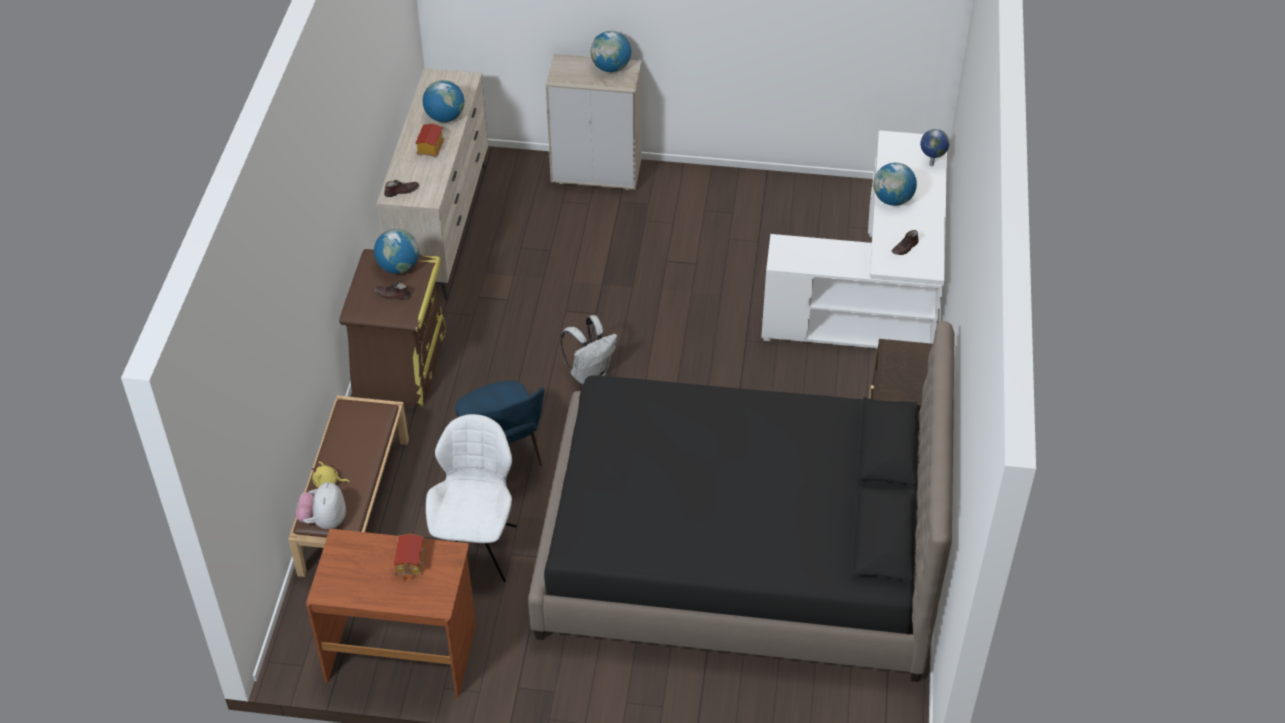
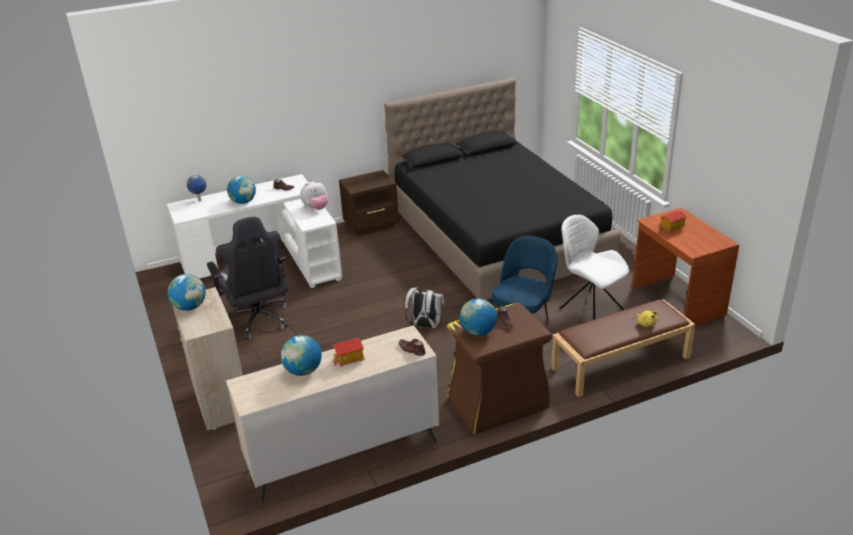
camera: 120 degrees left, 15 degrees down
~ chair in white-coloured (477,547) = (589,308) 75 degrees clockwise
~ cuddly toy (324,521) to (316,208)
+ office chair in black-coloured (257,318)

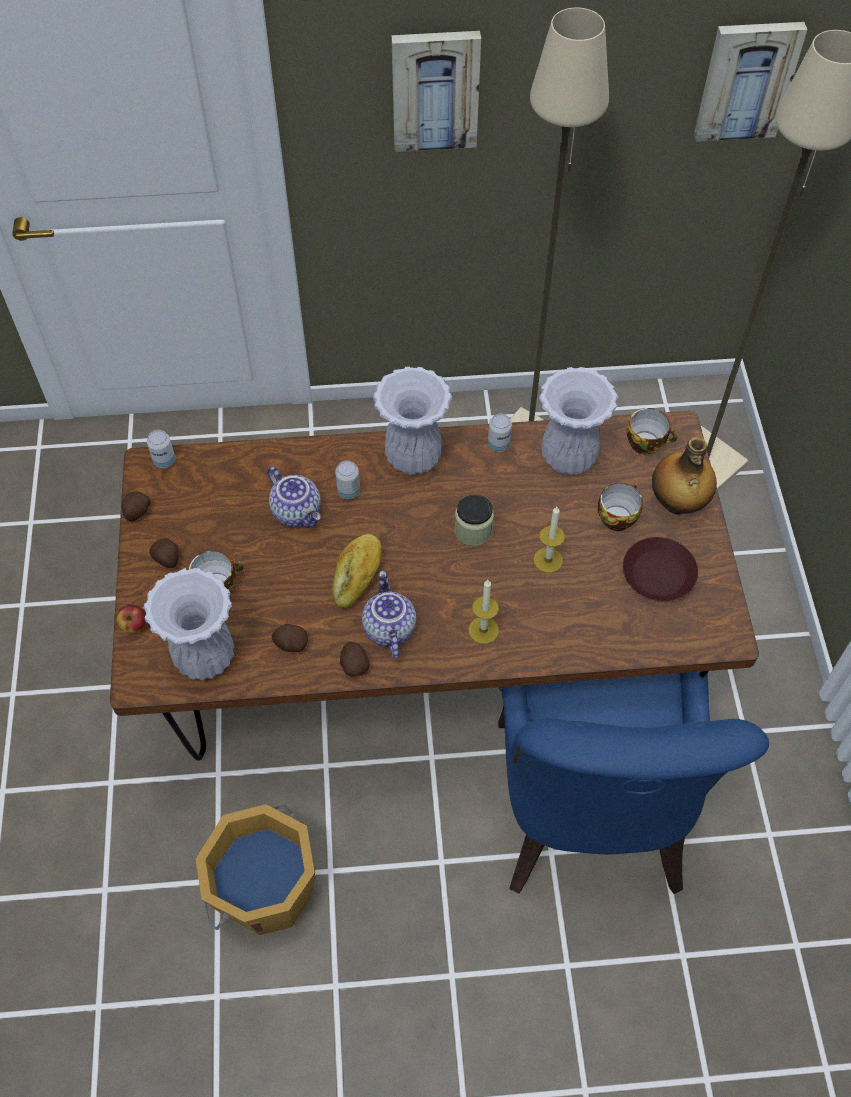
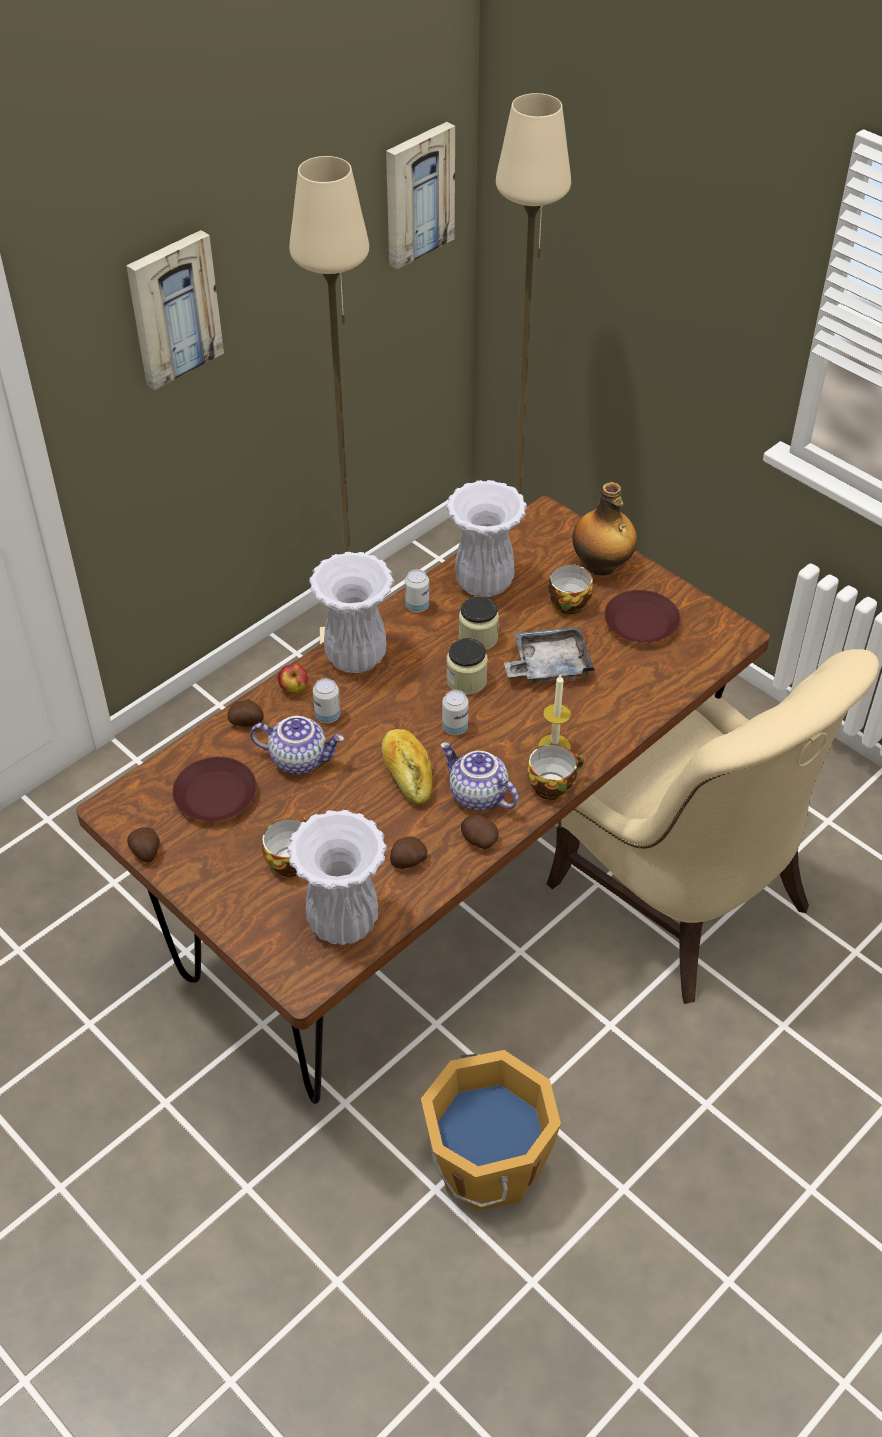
camera: 40 degrees left, 10 degrees down
~ small cup (647,443) to (552,785)
~ can (164,460) to (455,727)
~ wax candle (548,560) to serving tray in grey (548,665)
~ spud (167,559) to (247,722)
~ apple (134,625) to (293,688)
~ chair in blue (590,807) to chair in sand-coloured (683,897)
+ preserve jar (478,638)
+ plate in brown (216,795)

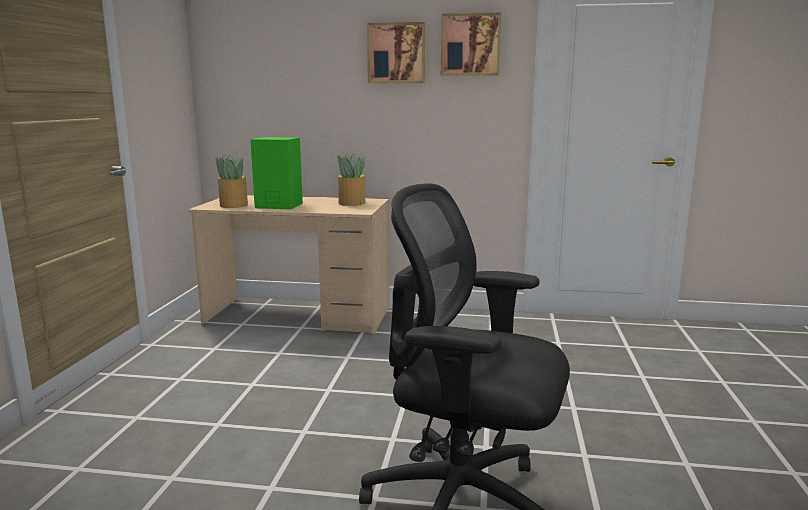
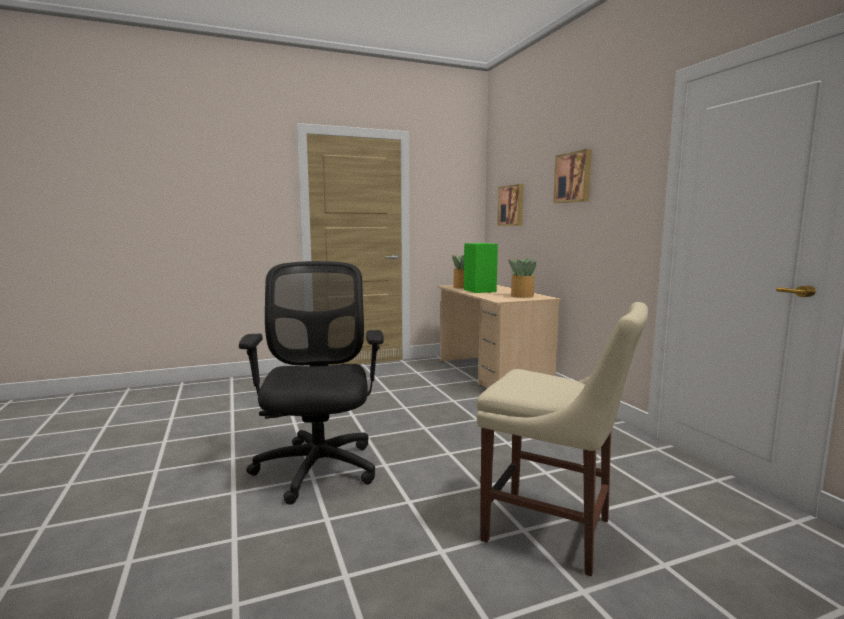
camera: 60 degrees right, 5 degrees down
~ wall art (470,45) to (512,205)
+ chair in sand-coloured (554,532)

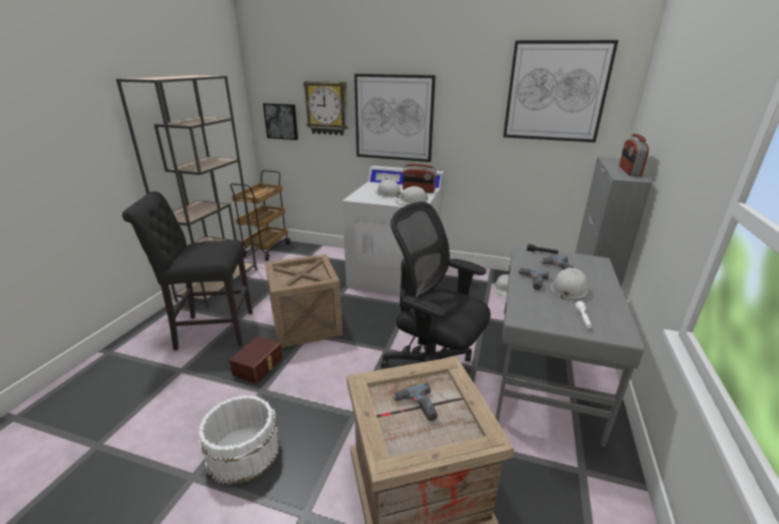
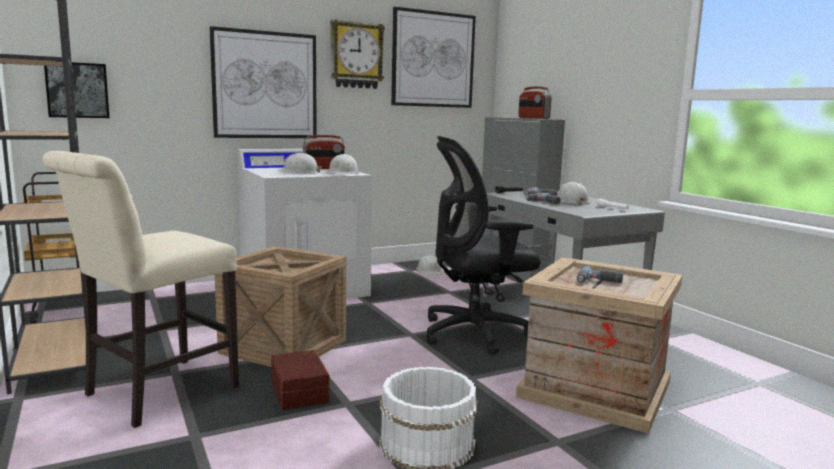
camera: 45 degrees left, 15 degrees down
~ hanging clock (327,108) to (356,55)
~ stool seat in black-coloured (210,330) to stool seat in sand-coloured (154,394)

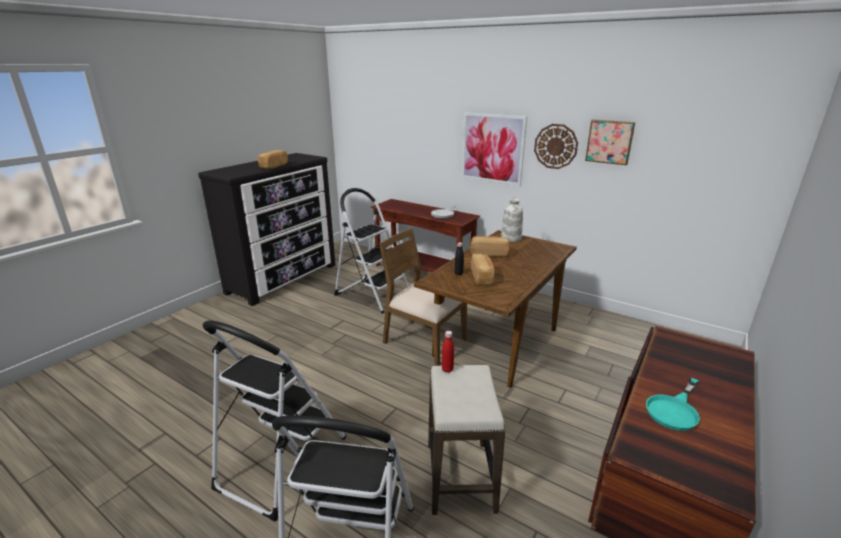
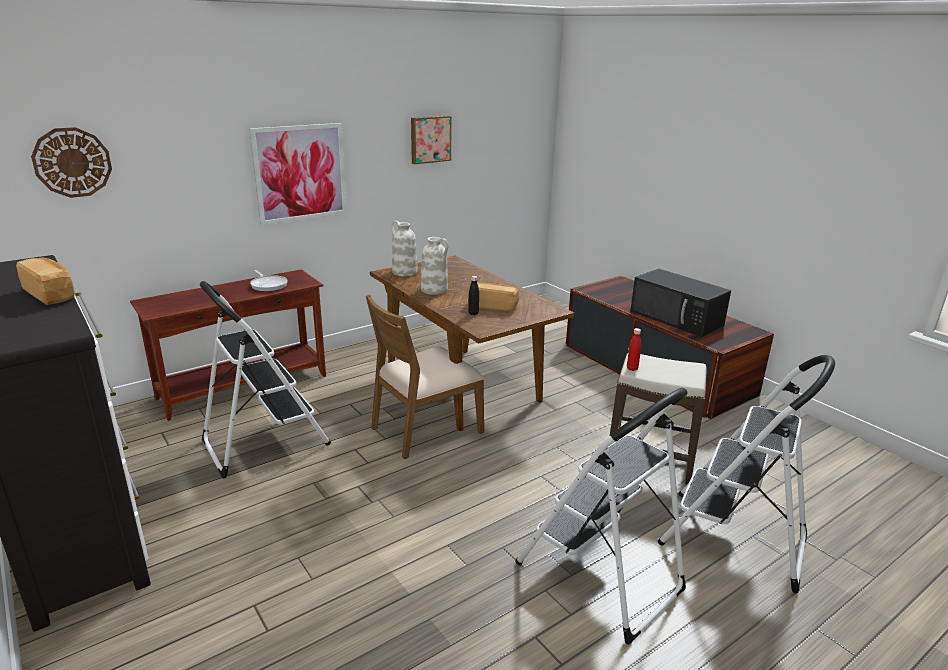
camera: 70 degrees left, 0 degrees up
~ hanging clock (555,146) to (72,162)
~ baked bread (489,253) to flower vase in white-coloured (434,290)
~ skillet in turquoise (674,410) to kitchen microwave in black-coloured (677,318)

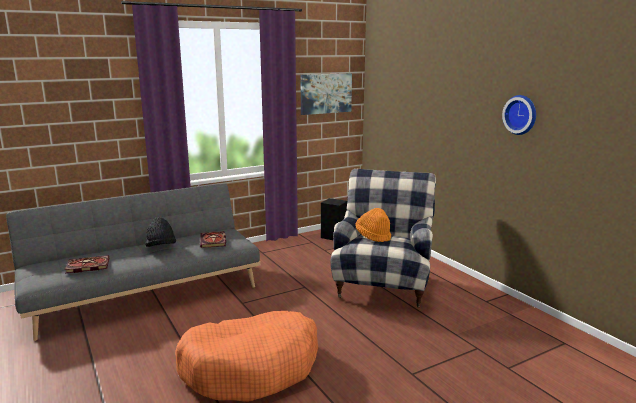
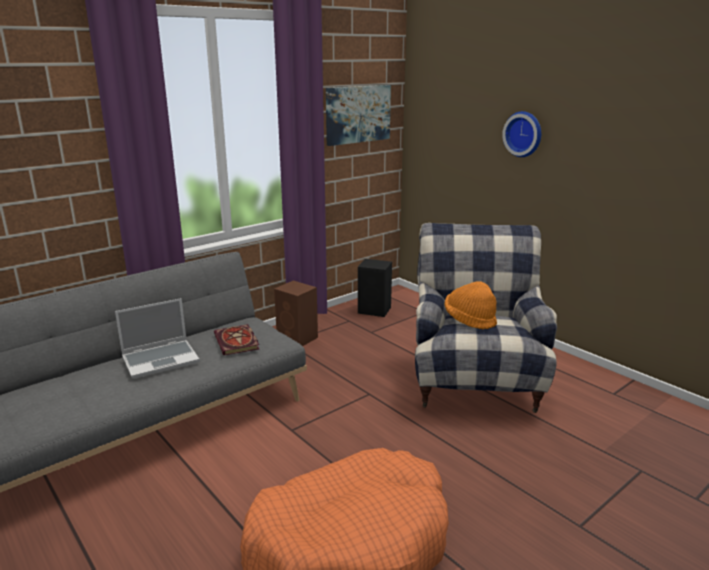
camera: 10 degrees left, 5 degrees up
~ hanging clock (521,114) to (524,134)
~ clothing hat in black-coloured (161,247) to notebook computer (161,359)
- volume (86,266)
+ loudspeaker in brown (298,338)

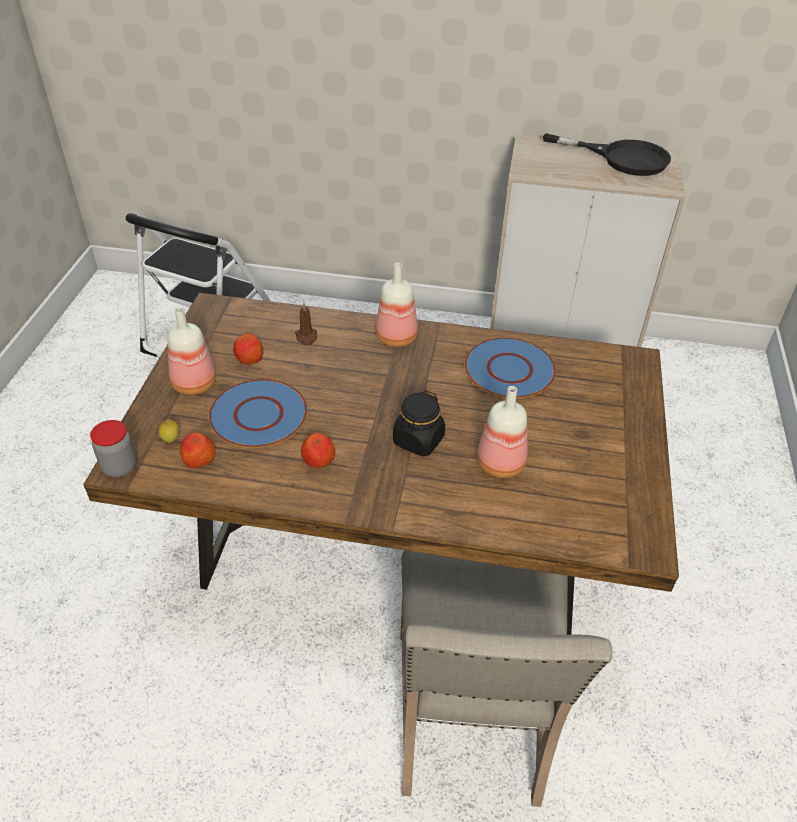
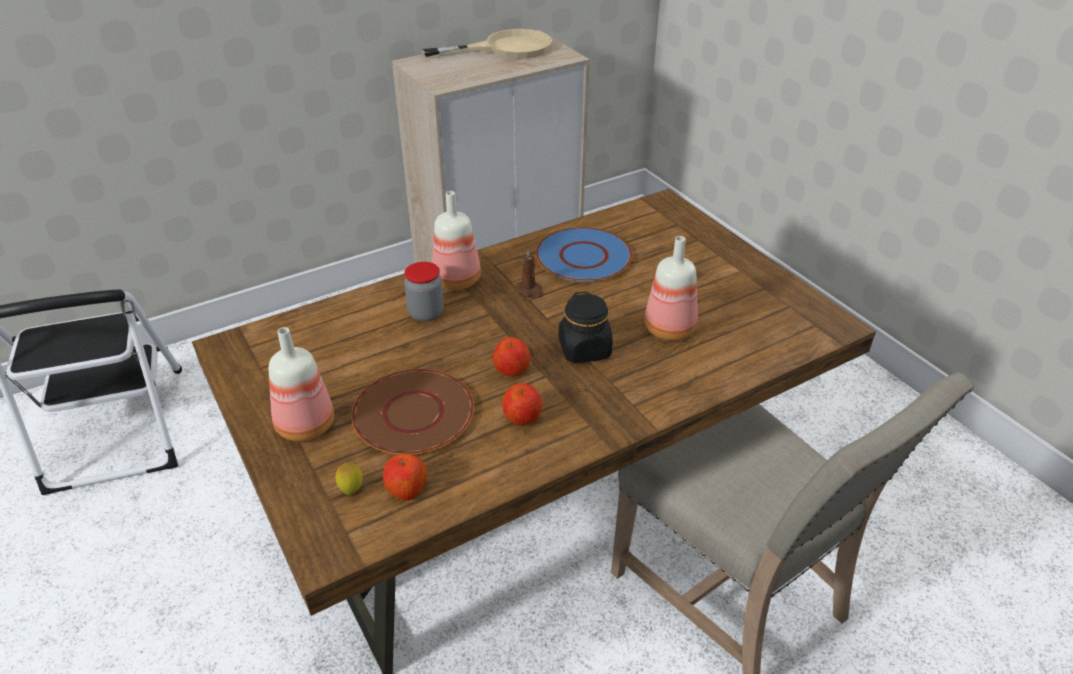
camera: 40 degrees left, 5 degrees down
~ skillet in black-coloured (622,158) to skillet in sand-coloured (505,48)
~ wax candle in brown (306,337) to (529,291)
~ apple (249,359) to (512,369)
~ plate in blue (258,415) to plate in brown (413,414)
~ preserve jar (120,467) to (426,313)

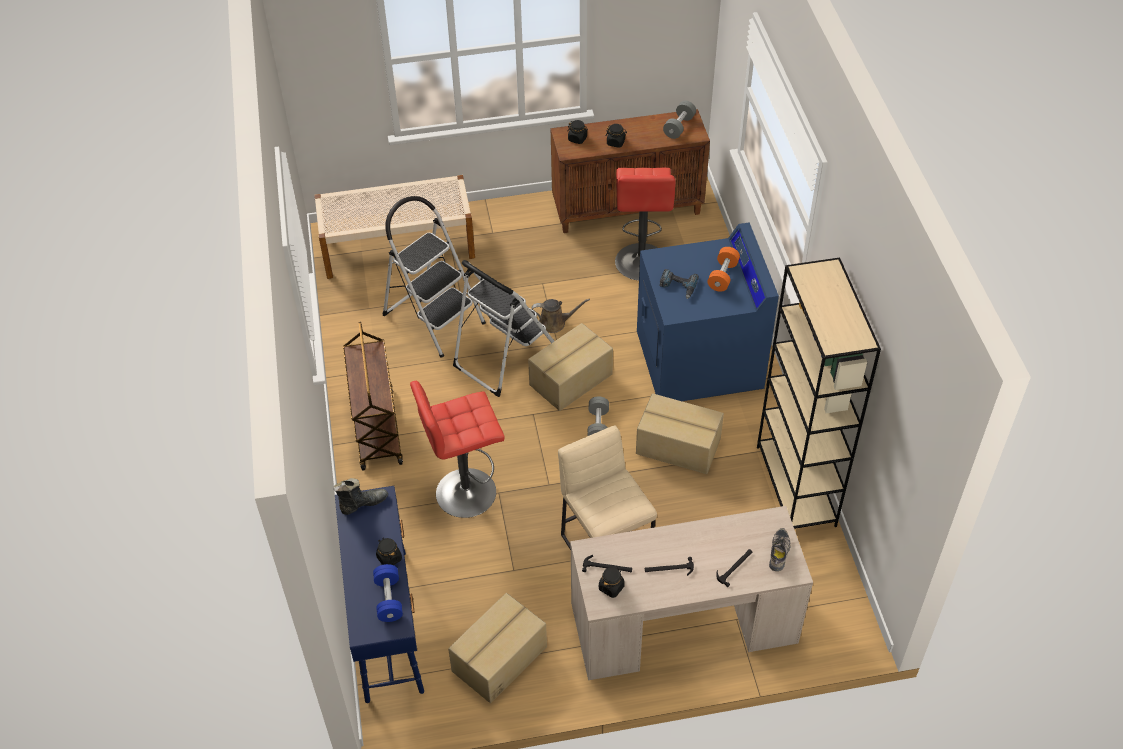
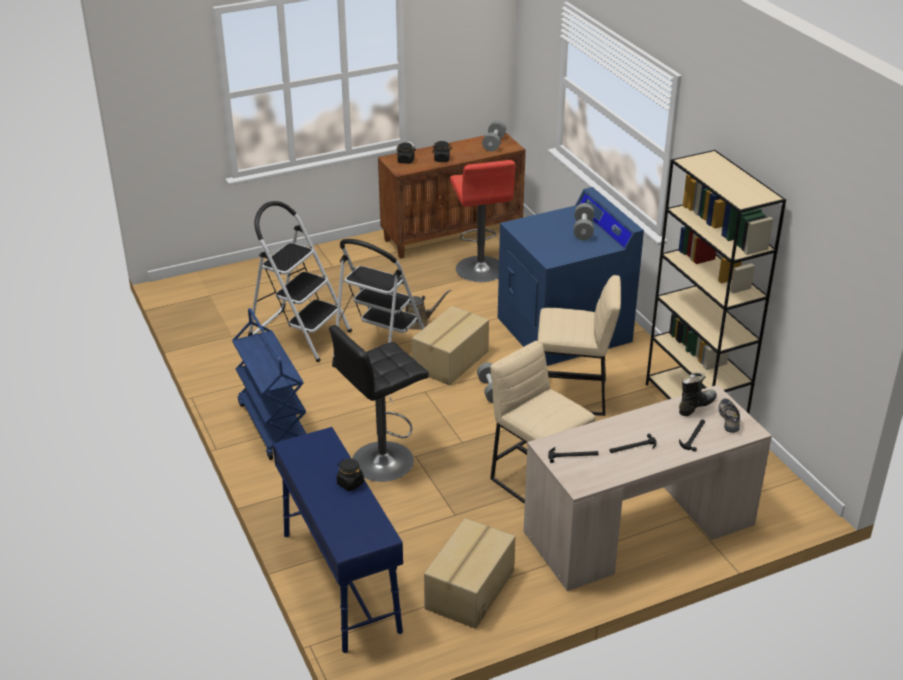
camera: 15 degrees left, 15 degrees down
- long seat in sand-coloured (398,246)
~ hand weight in orange (722,276) to hand weight in grey (583,230)
- electric drill (678,286)
~ trolley in brown (376,428) to trolley in blue (272,425)
~ stool seat in red (465,492) to stool seat in black-coloured (381,461)
~ packing box (678,447) to chair in sand-coloured (573,395)
~ boot in black-coloured (363,503) to (695,406)
- hand weight in blue (389,599)
- preserve jar in black-coloured (611,587)

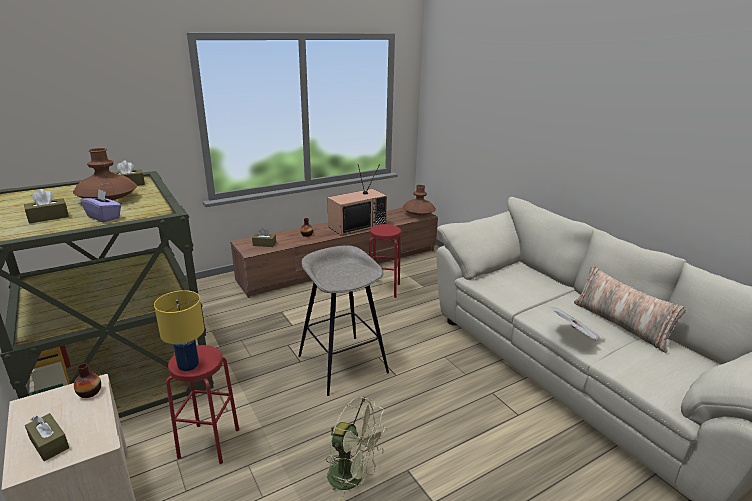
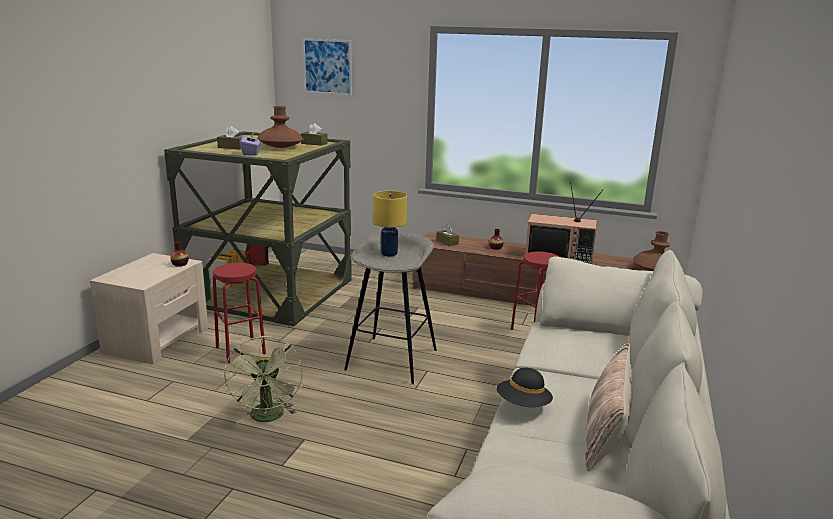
camera: 50 degrees right, 5 degrees down
~ table lamp in yellow-coloured (189,366) to (389,254)
~ newspaper (575,336) to clothing hat in black-coloured (523,405)
- tissue holder in brown (49,443)
+ wall art (327,66)

